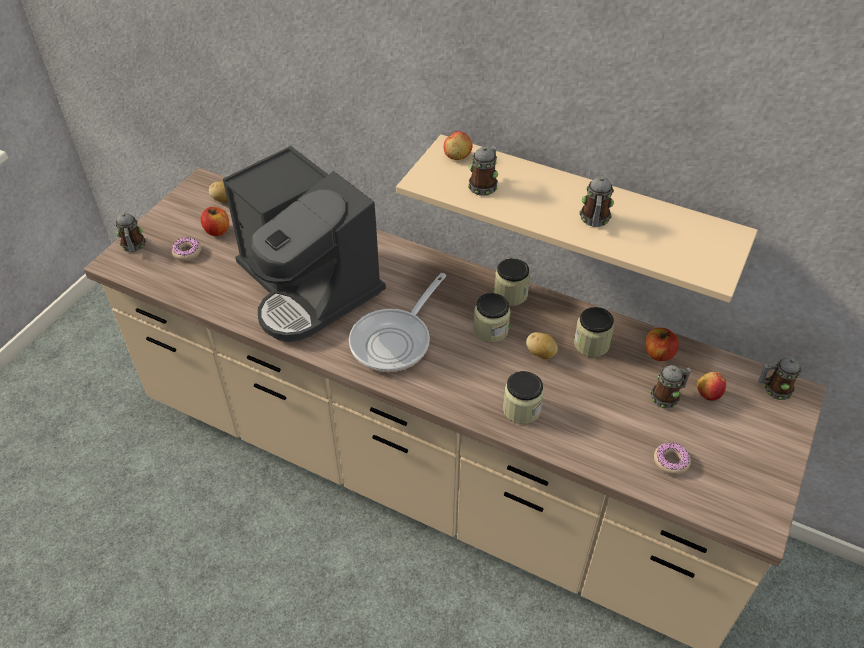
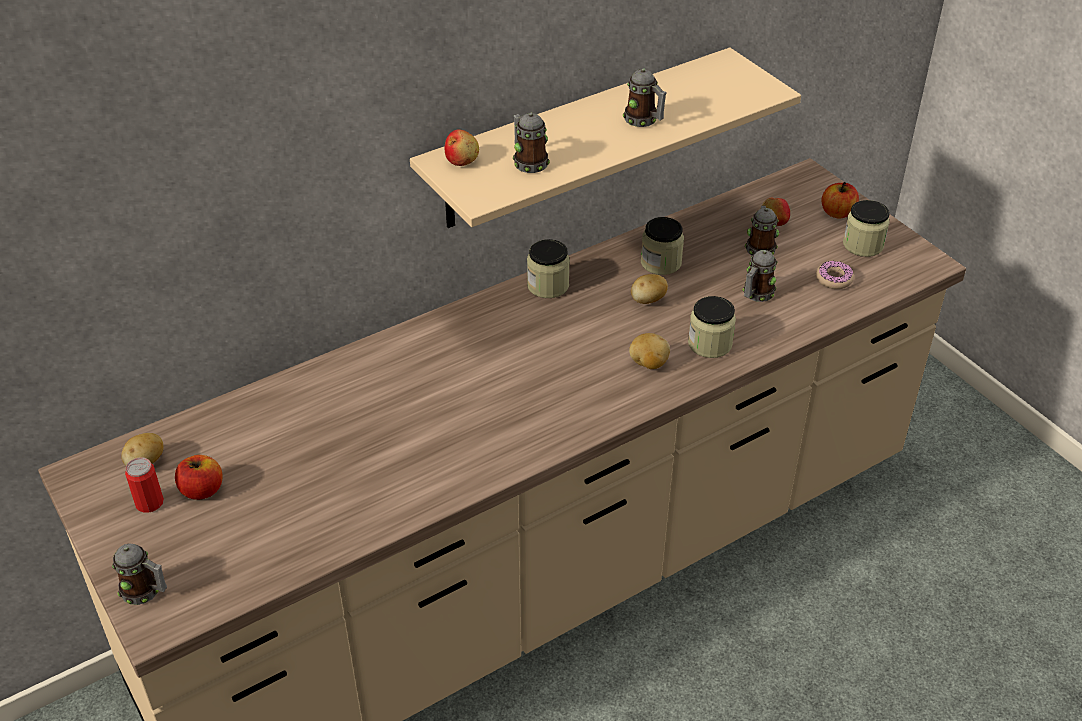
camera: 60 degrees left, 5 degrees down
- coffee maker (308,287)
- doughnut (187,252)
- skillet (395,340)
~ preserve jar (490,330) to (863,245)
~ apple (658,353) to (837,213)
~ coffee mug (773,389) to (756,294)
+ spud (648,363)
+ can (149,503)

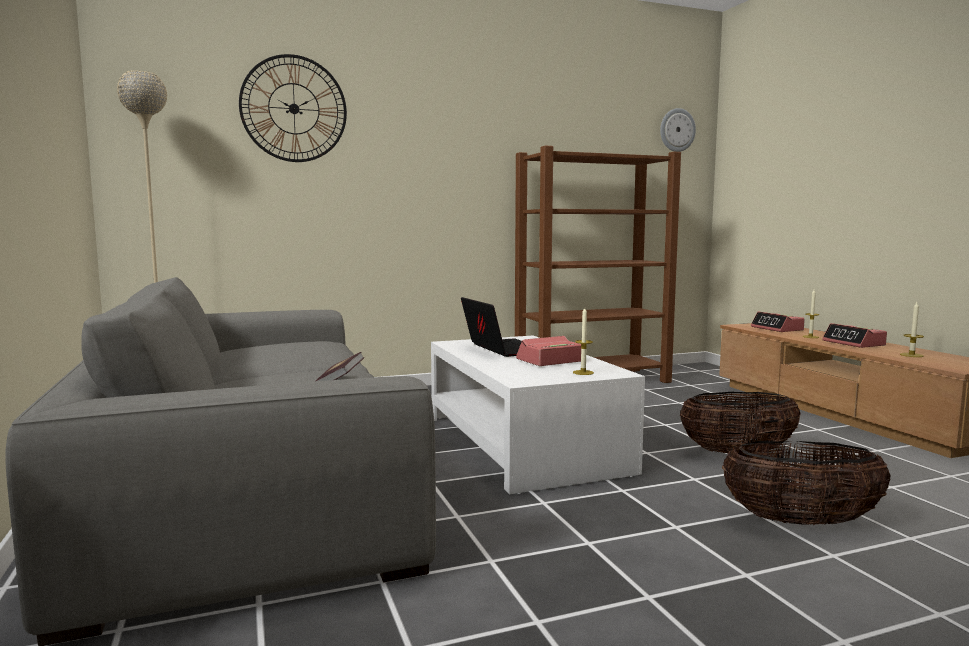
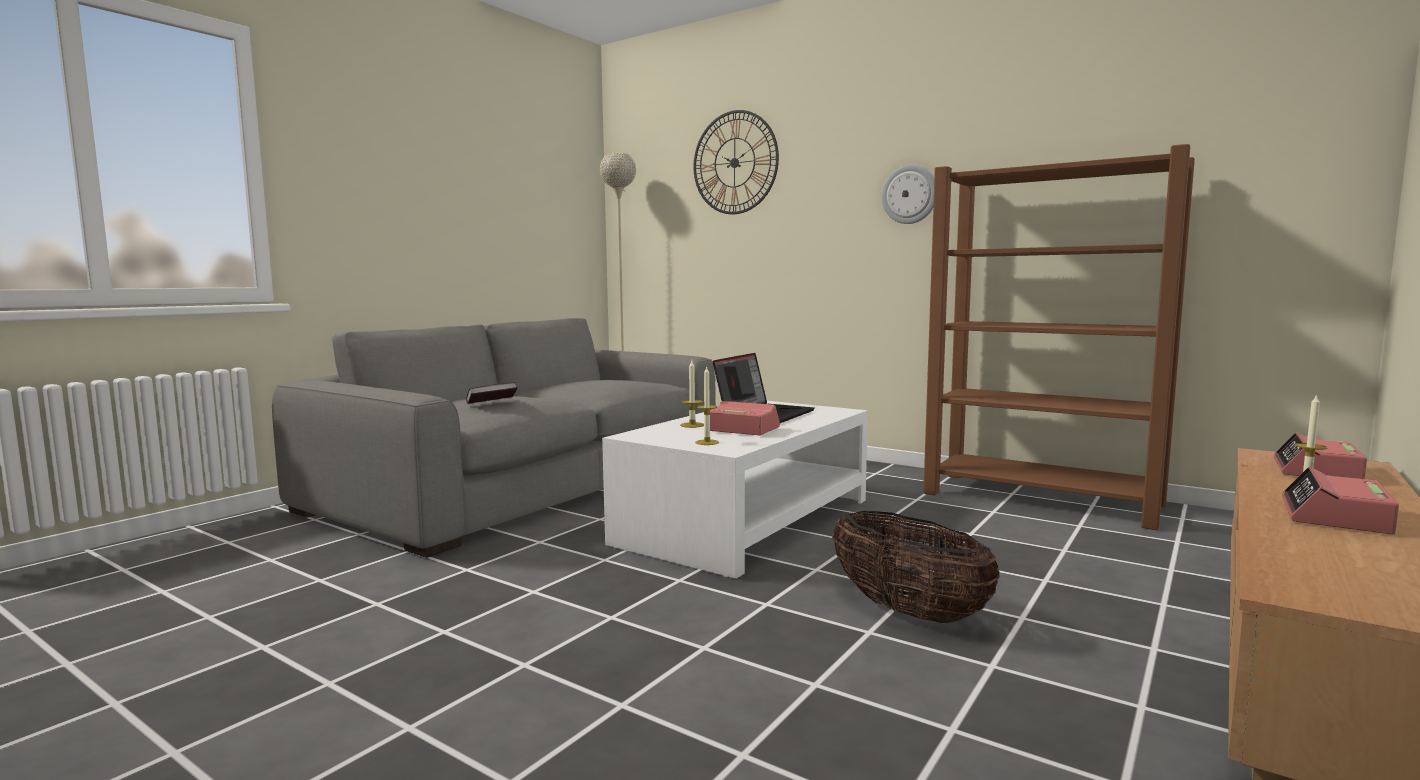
camera: 55 degrees right, 0 degrees up
~ hanging clock (677,130) to (909,194)
~ wax candle (911,355) to (692,425)
- storage basket (800,522)

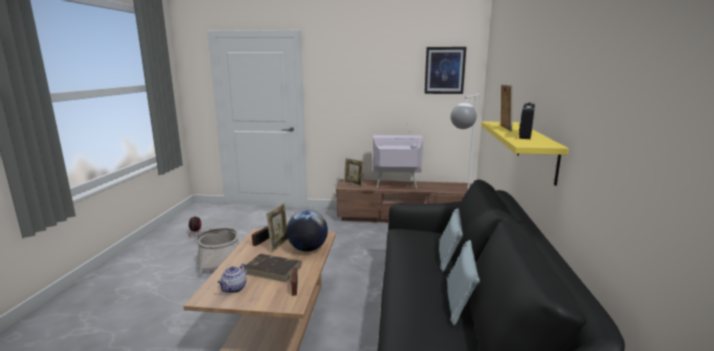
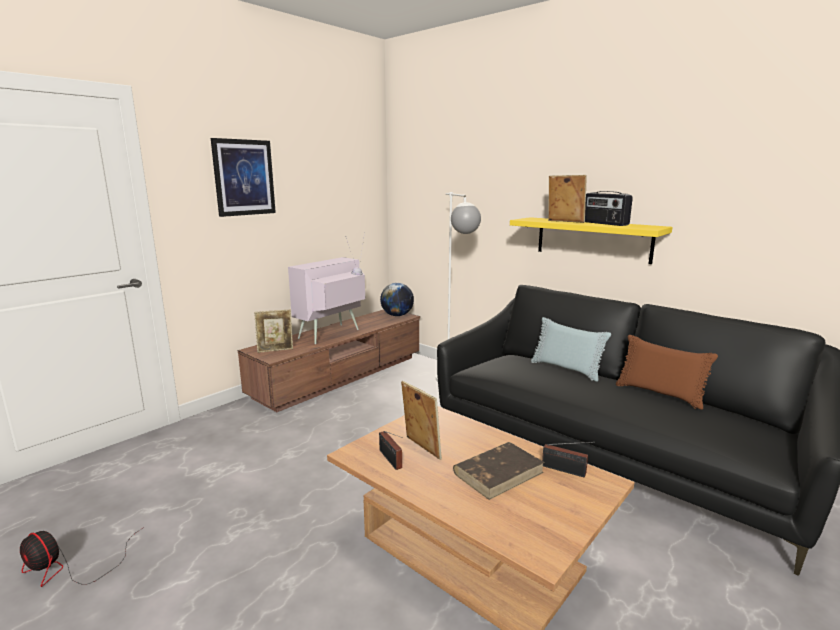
camera: 55 degrees left, 0 degrees up
~ wall art (444,70) to (244,177)
~ desk globe (308,249) to (397,315)
- storage basket (220,259)
~ cushion in blue (459,302) to cushion in brown (659,394)
- teapot (234,289)

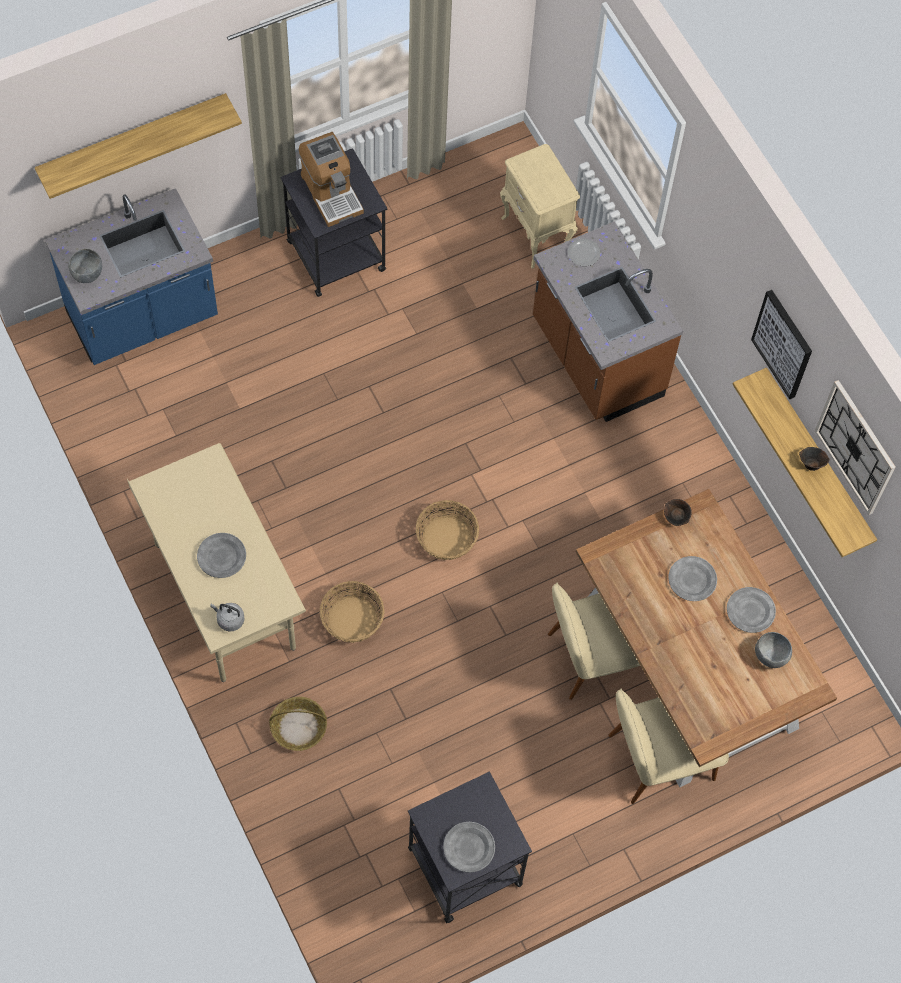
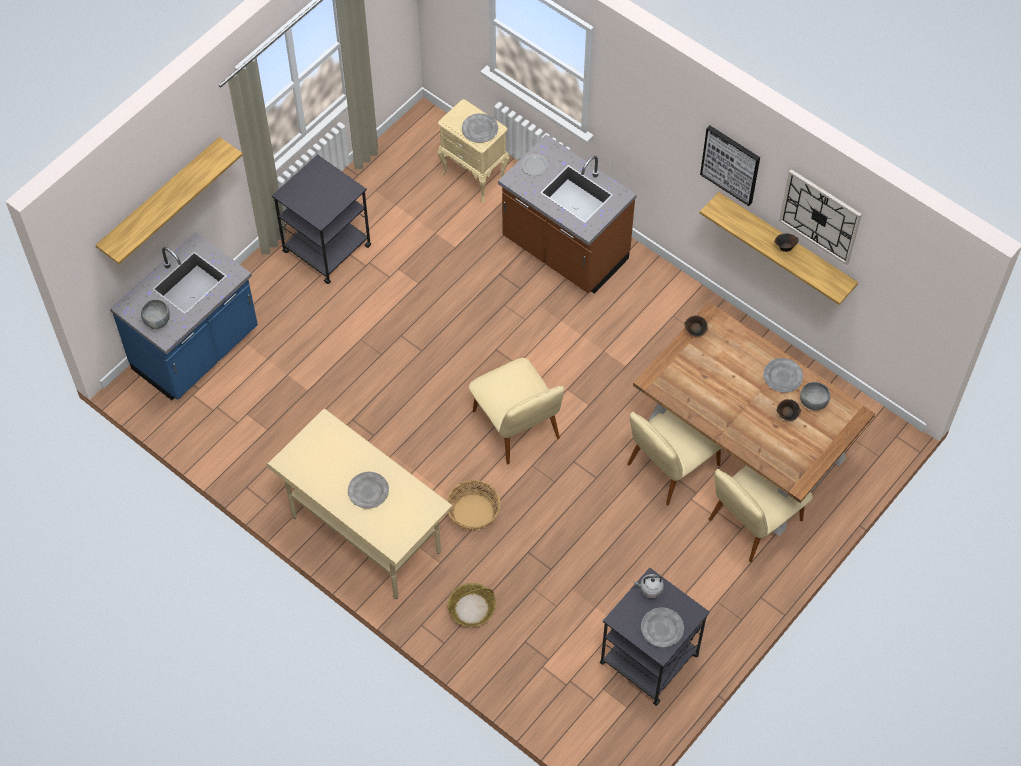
camera: 20 degrees left, 5 degrees down
- coffee maker (331,193)
~ storage basket (446,538) to chair in sand-coloured (516,424)
~ plate in grey (692,580) to (480,129)
~ kettle in grey (229,619) to (649,589)
+ bowl in brown (787,414)

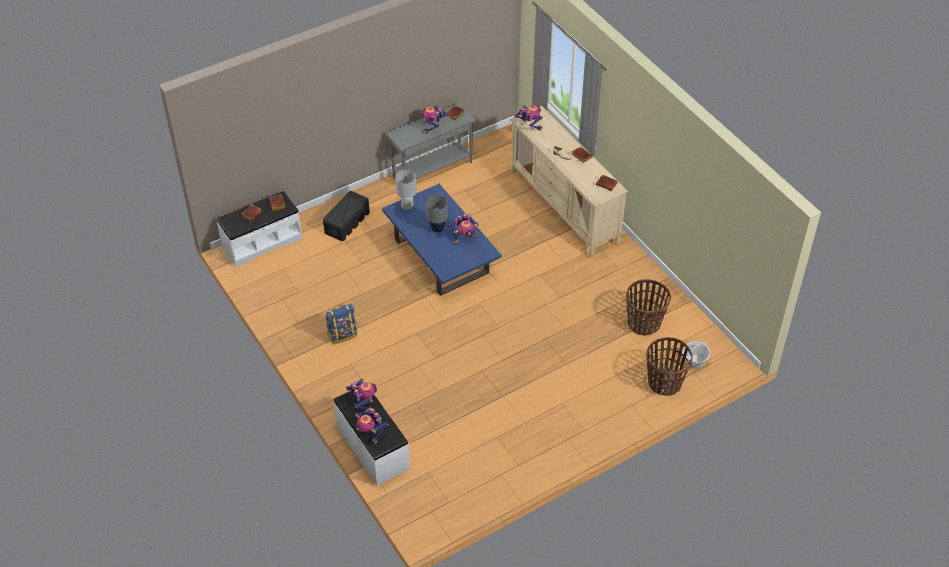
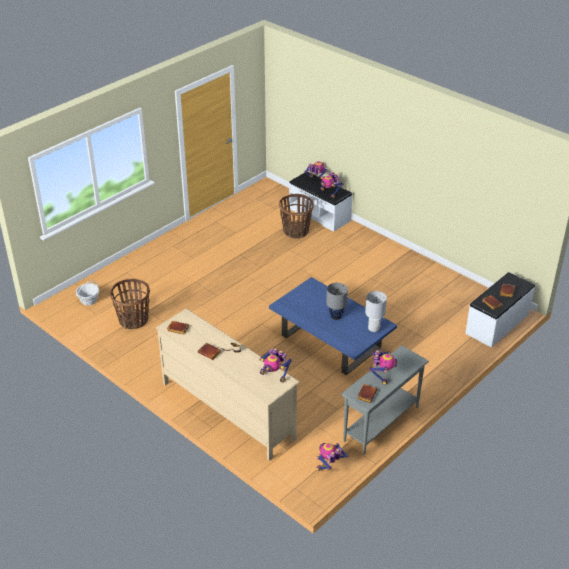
camera: 165 degrees right, 10 degrees down
- storage box in black-coloured (347,222)
~ robot figure (464,237) to (330,466)
- knapsack (342,334)
~ storage basket (664,382) to (296,231)

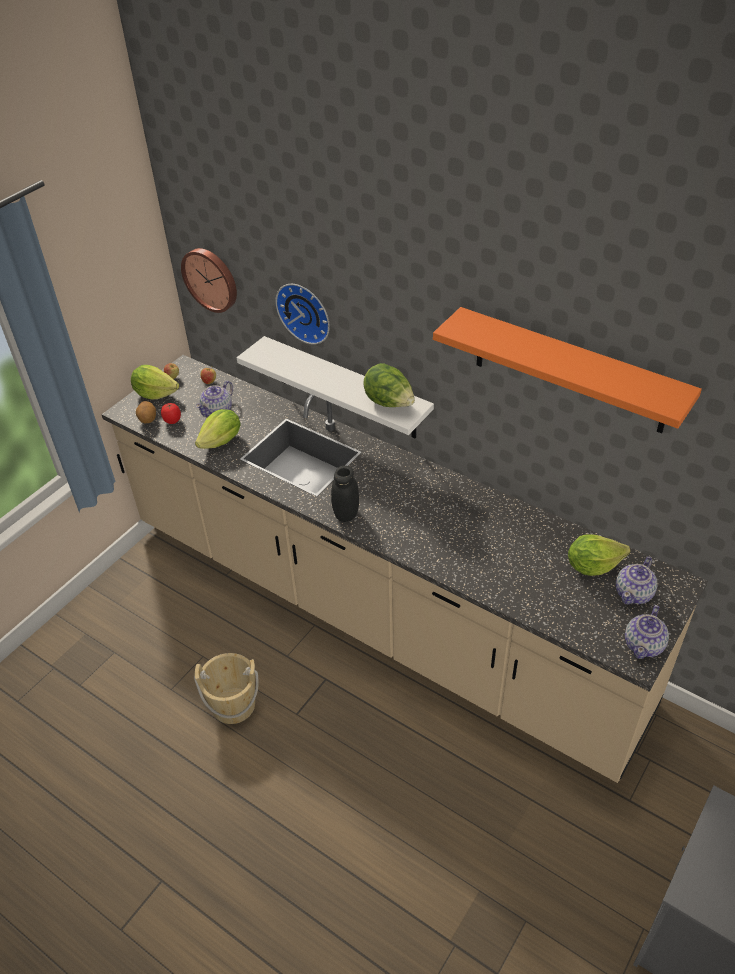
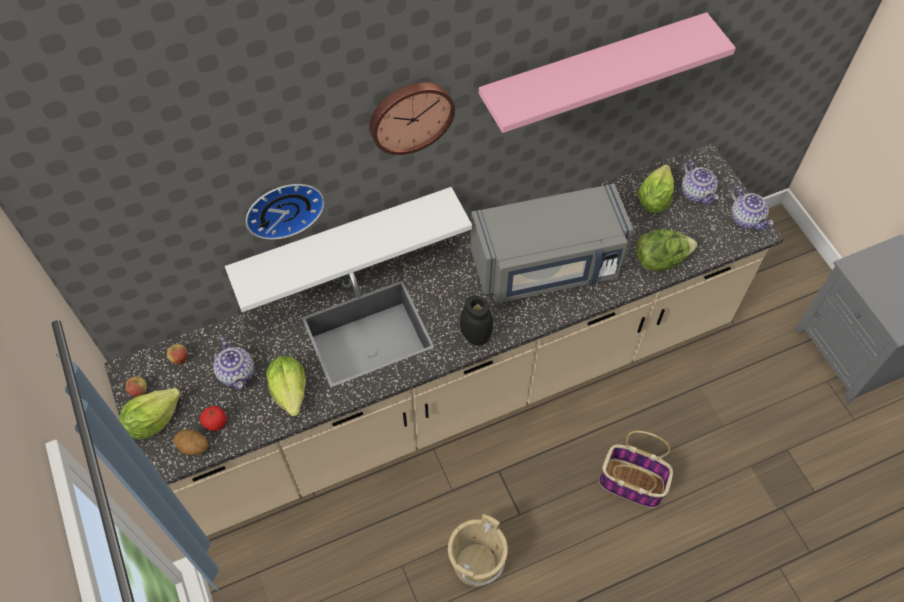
camera: 60 degrees left, 15 degrees up
~ hanging clock (211,279) to (410,115)
~ wall shelf in orange (569,371) to wall shelf in pink (591,71)
~ lettuce (389,403) to (660,260)
+ kitchen microwave in grey (547,266)
+ storage basket (632,483)

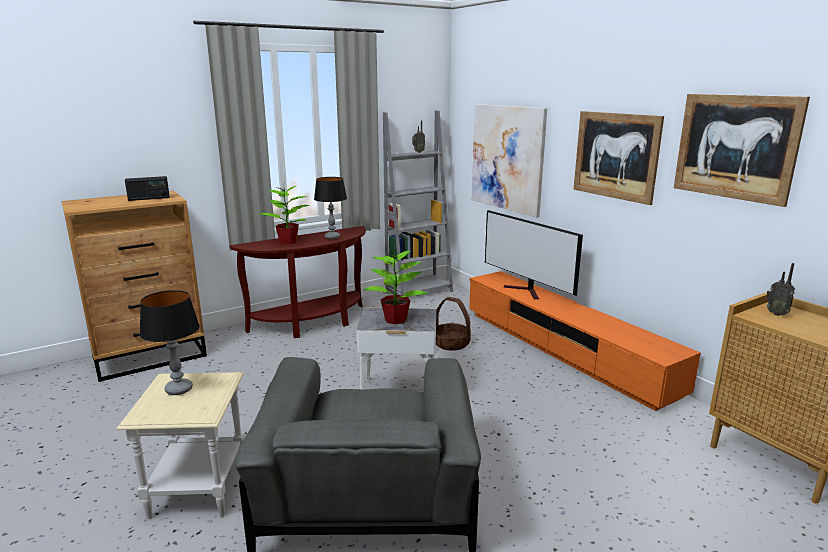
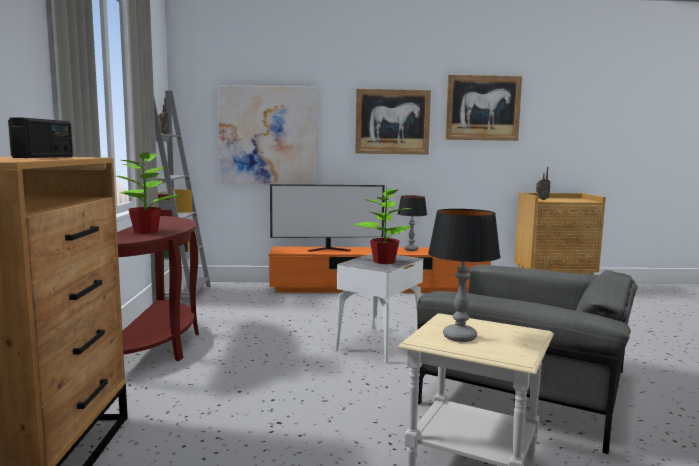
camera: 60 degrees left, 10 degrees down
~ table lamp (332,237) to (411,249)
- storage basket (451,344)

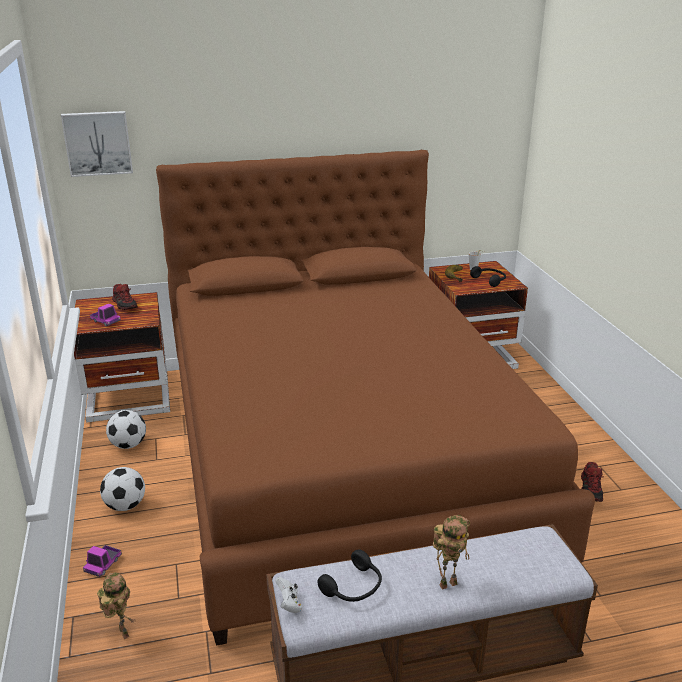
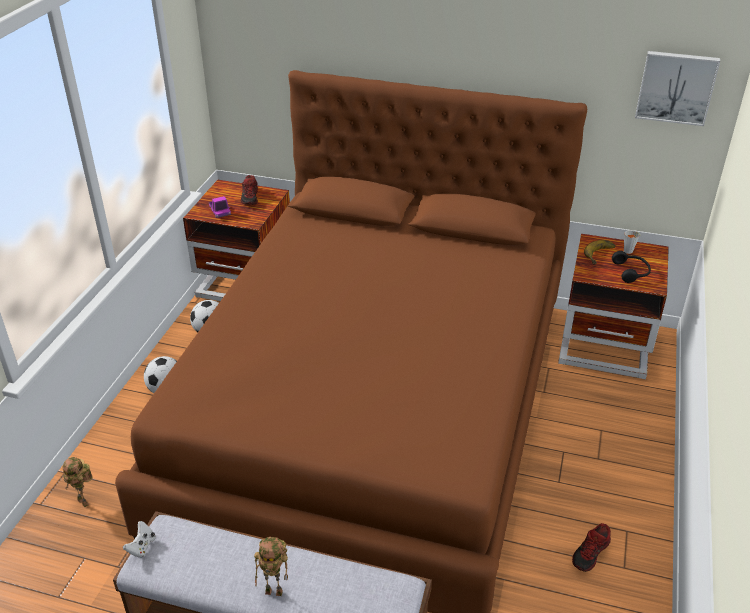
camera: 30 degrees right, 10 degrees up
~ wall art (98,143) to (676,87)
- toy lorry (103,564)
- pair of headphones in black-coloured (354,587)
~ robot figure (121,633) = (85,502) 135 degrees clockwise

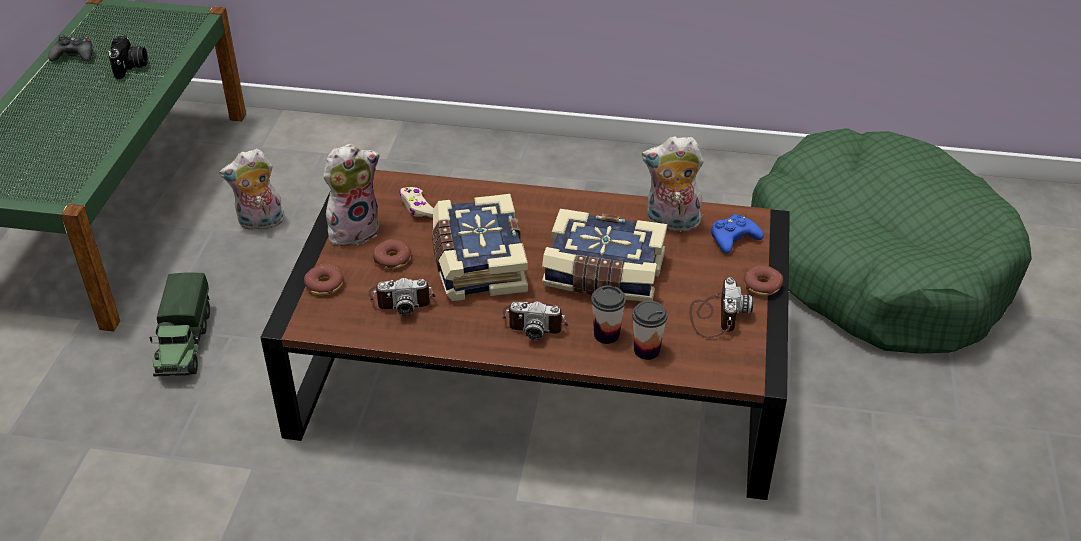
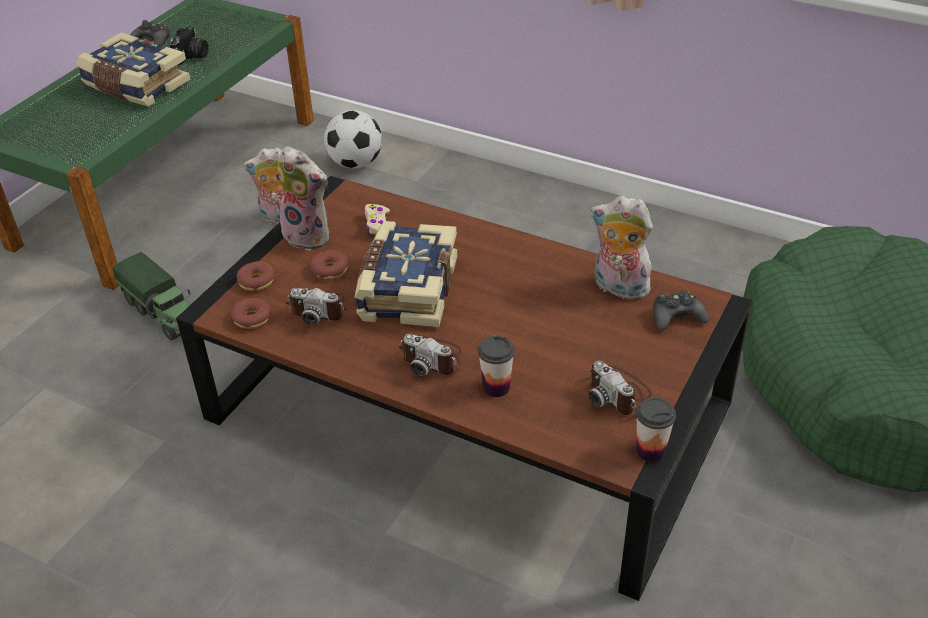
camera: 20 degrees right, 0 degrees up
~ cuddly toy (354,230) = (310,235) 45 degrees clockwise
~ volume (603,274) to (135,86)
~ joypad in blue (733,239) to joypad in black-coloured (677,317)
~ doughnut (762,285) to (252,318)
~ toy lorry (184,344) = (164,314) 60 degrees counterclockwise
~ photo camera (716,316) = (619,393) 120 degrees clockwise
~ small cup (646,350) to (650,451)
+ ball for football (355,163)

